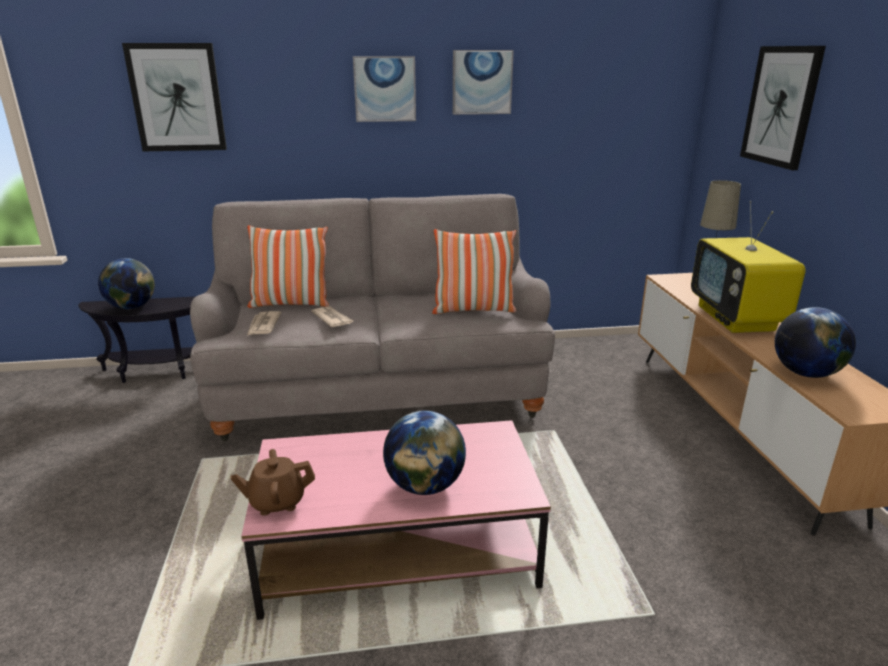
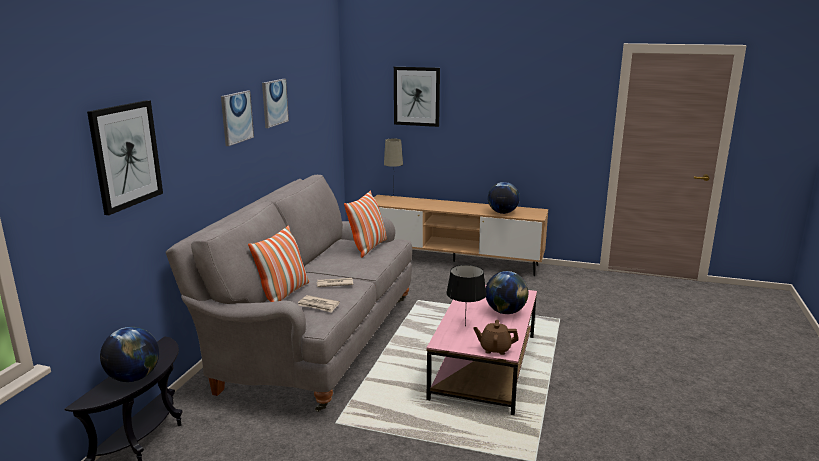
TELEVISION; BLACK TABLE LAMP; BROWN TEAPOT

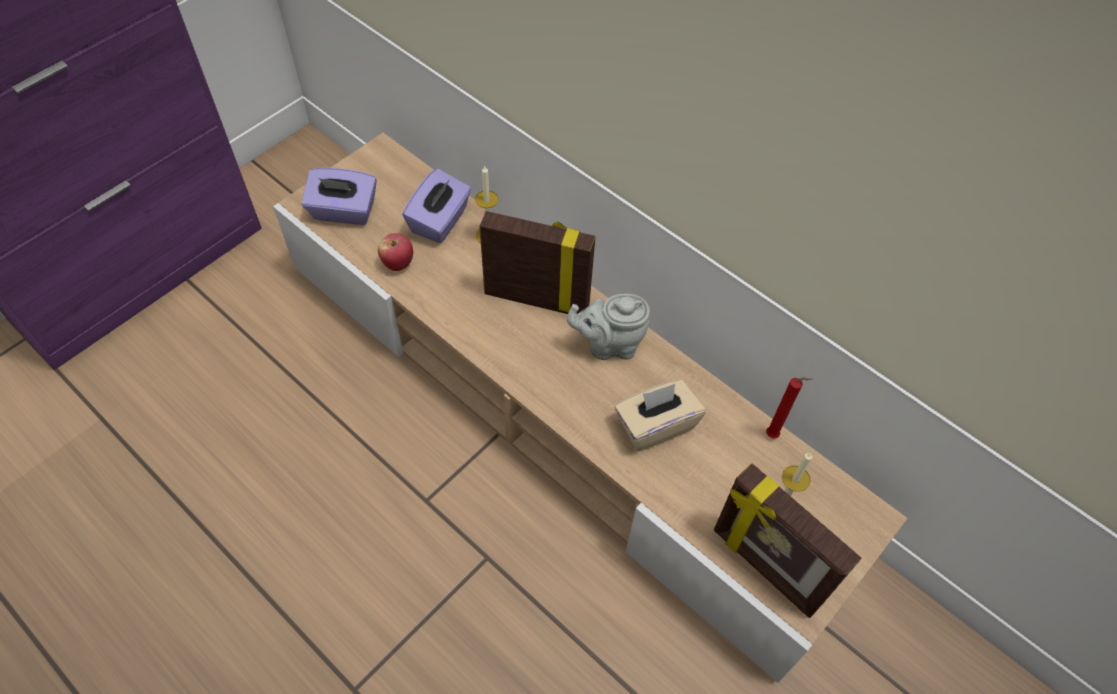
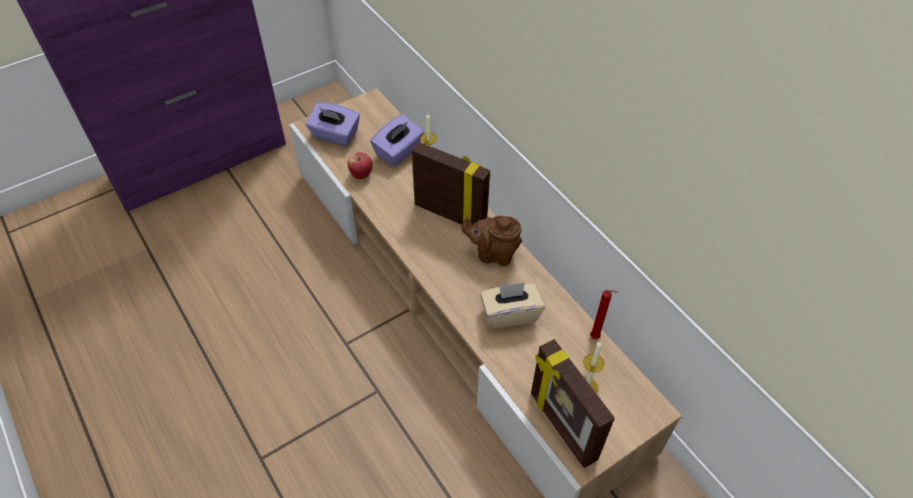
BROWN TEAPOT

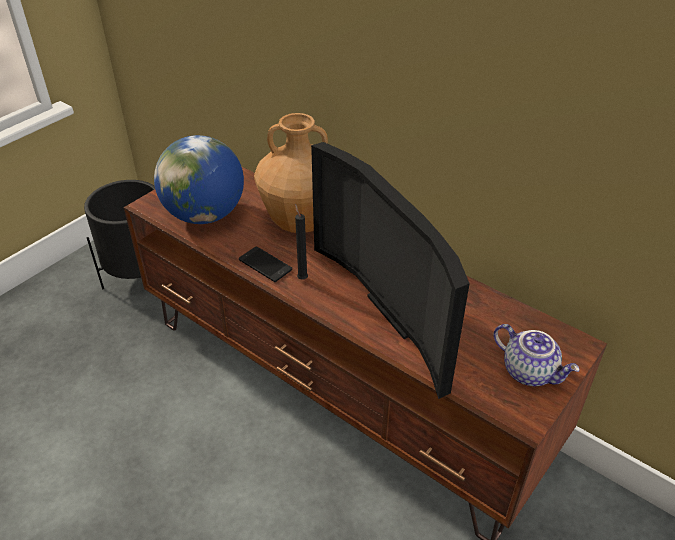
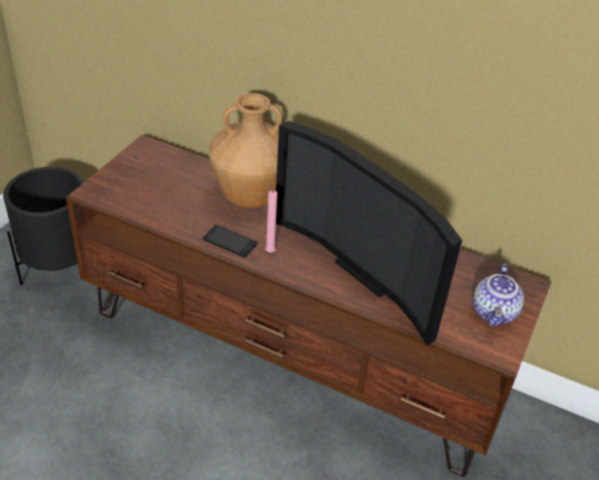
GLOBE; PINK CANDLE; TEAPOT

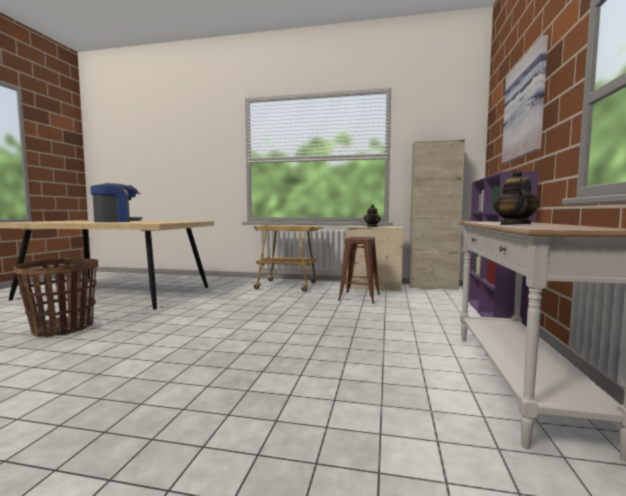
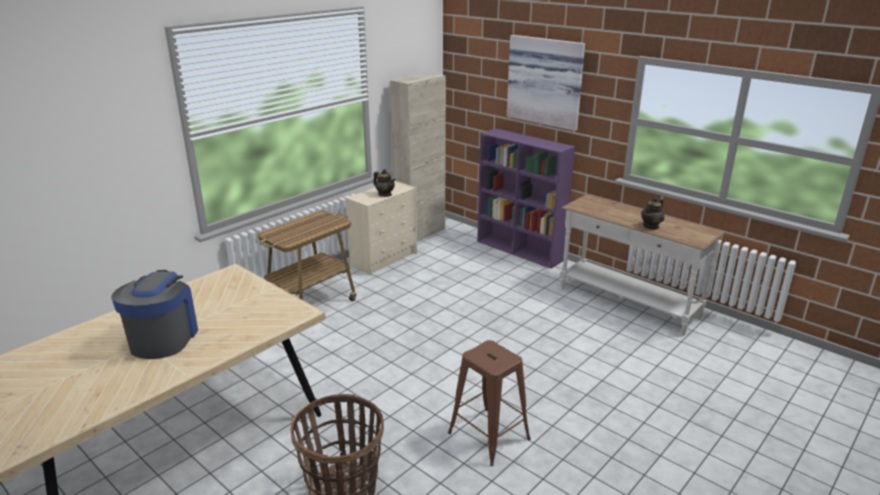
BROWN STOOL; TEAPOT (no. 2 from left)

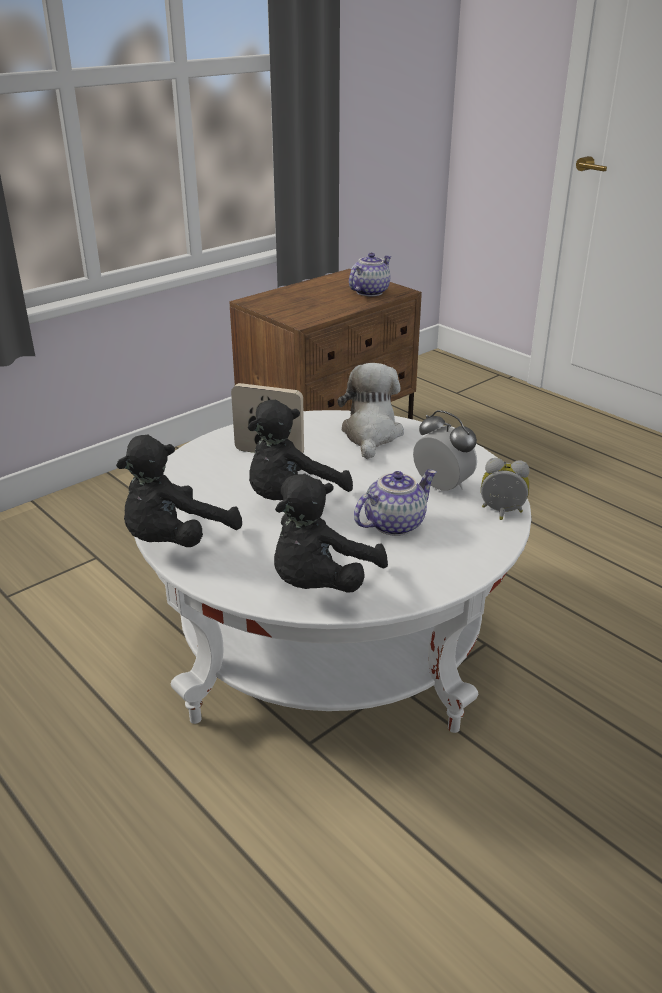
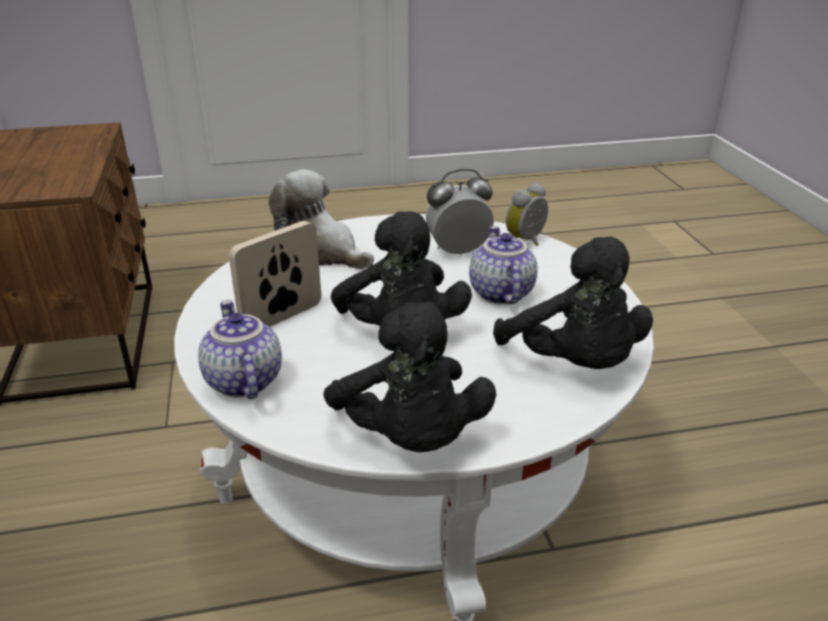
TEAPOT (no. 1 from left)

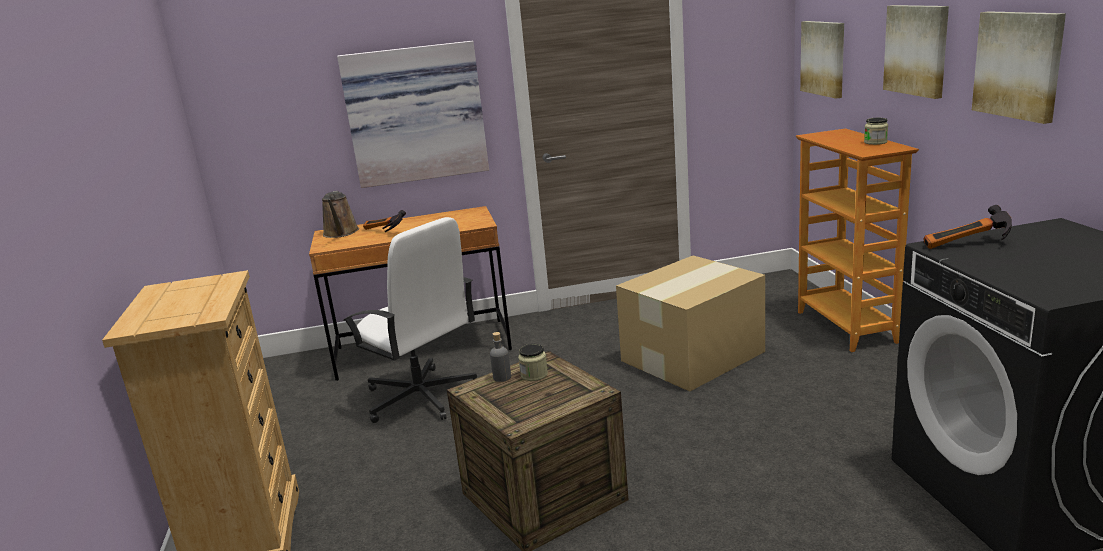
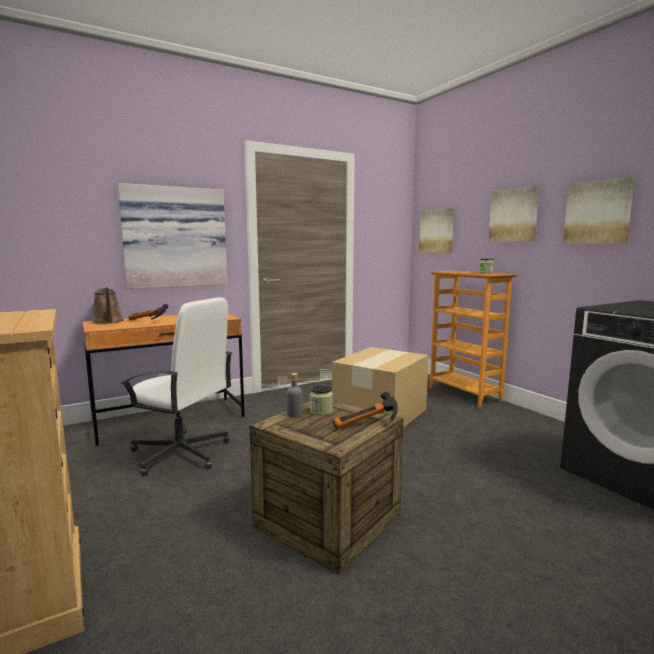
HAMMER (no. 2 from left)

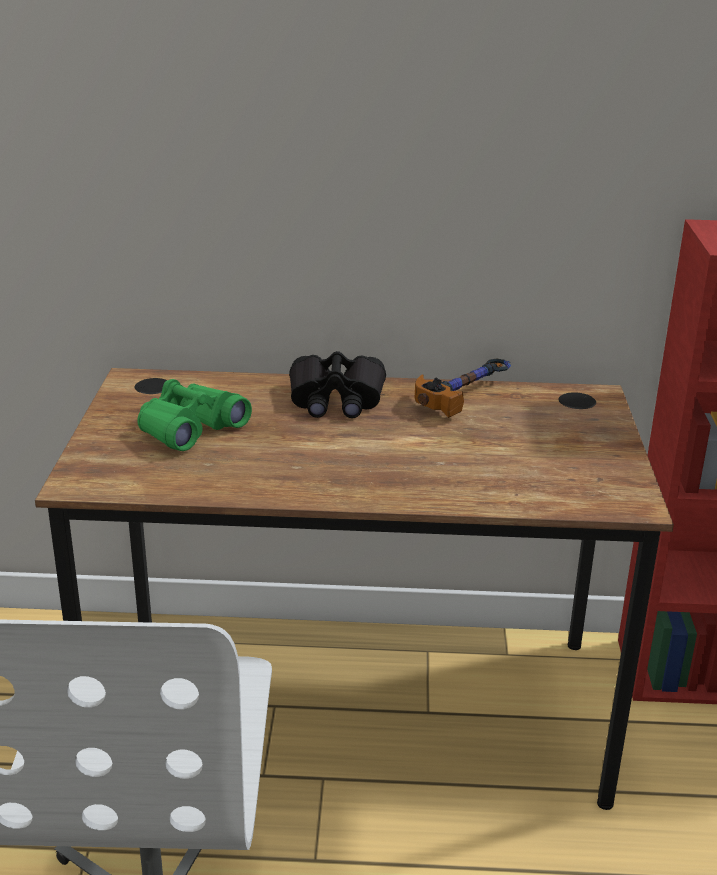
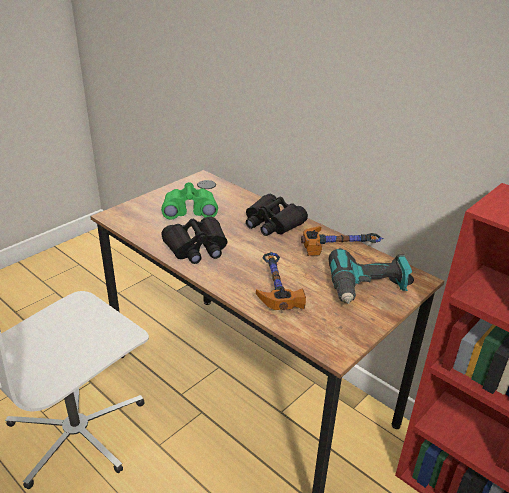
BLACK BINOCULARS (no. 1 from left); HAMMER (no. 1 from left); POWER DRILL

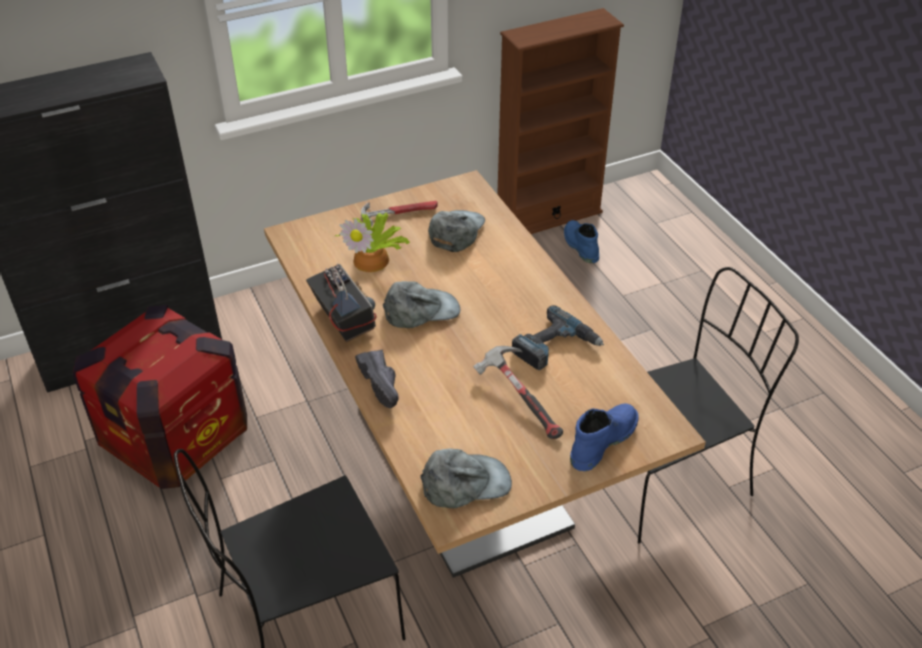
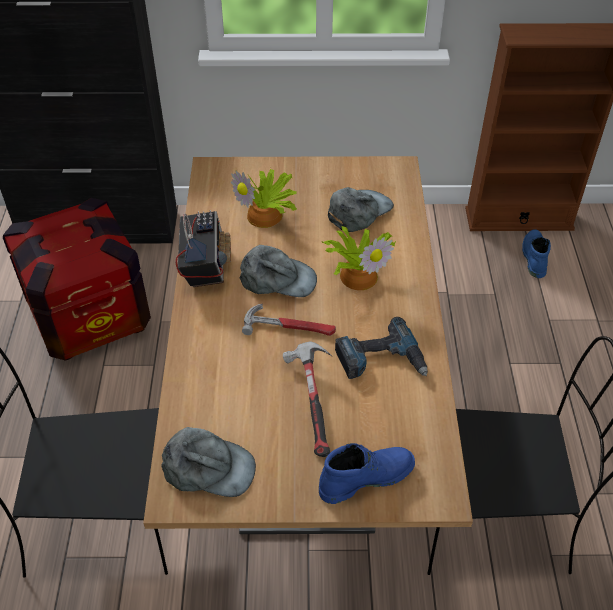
BLACK SHOE; POTTED PLANT (no. 2 from left); HAMMER (no. 1 from left)

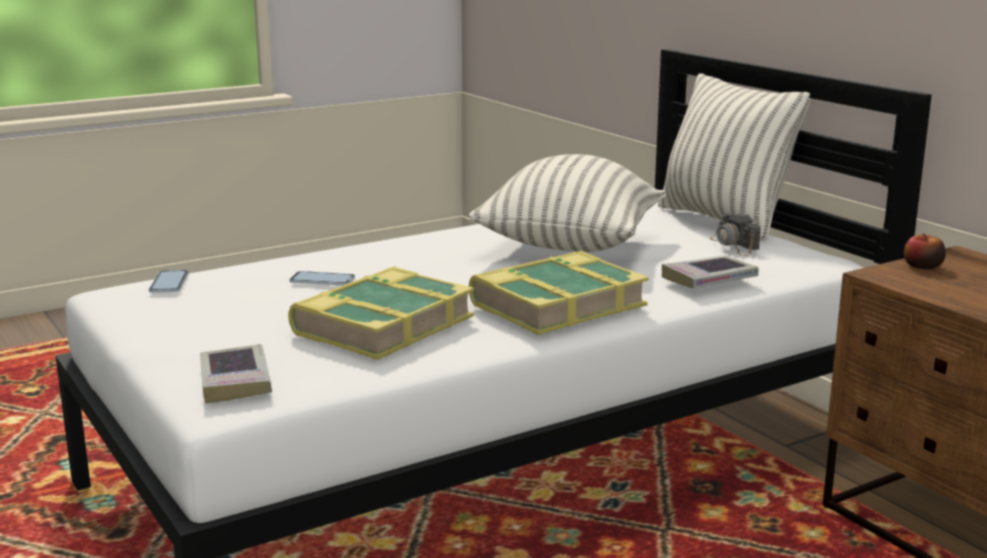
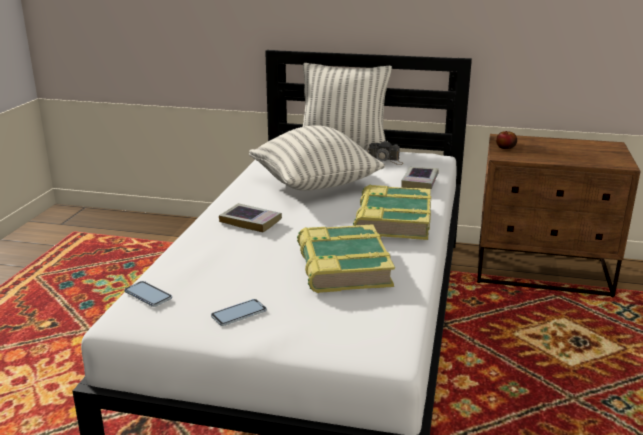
BOOK (no. 1 from left); PHONE (no. 2 from left)

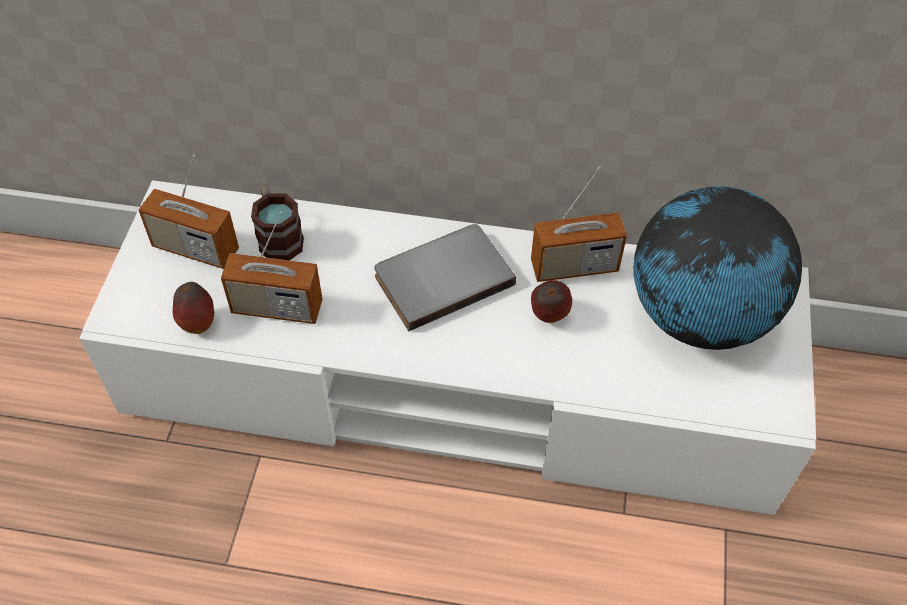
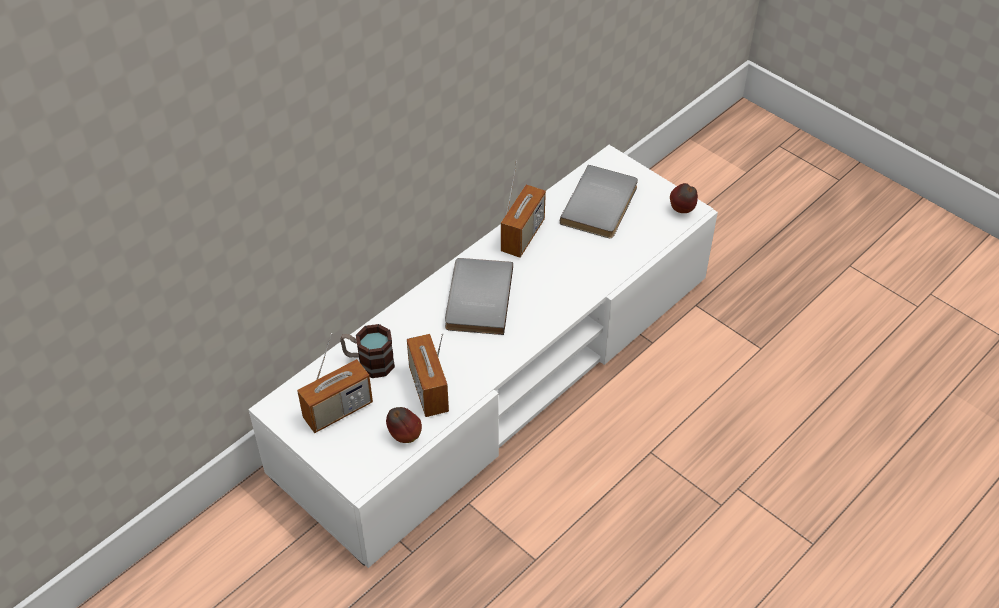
APPLE (no. 2 from left); GREY BOOK (no. 2 from left); RADIO (no. 2 from left)

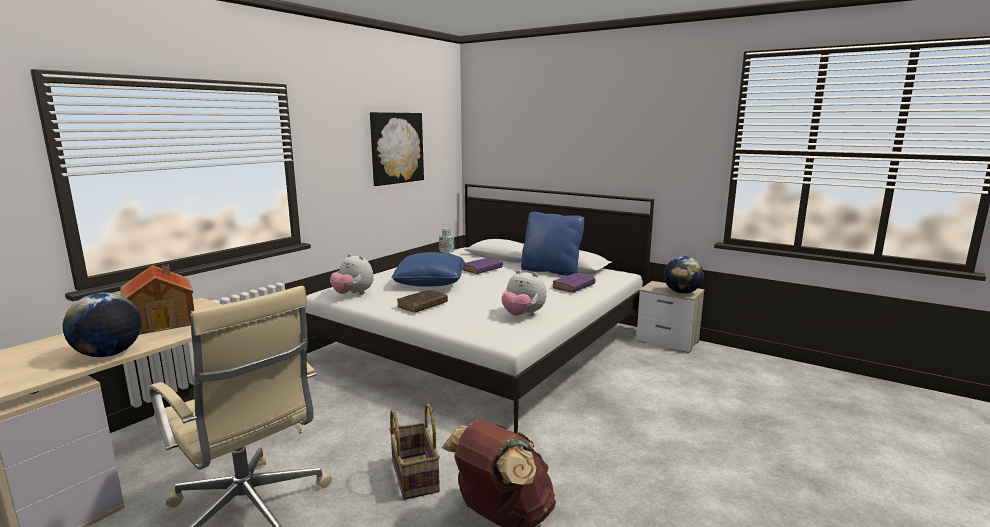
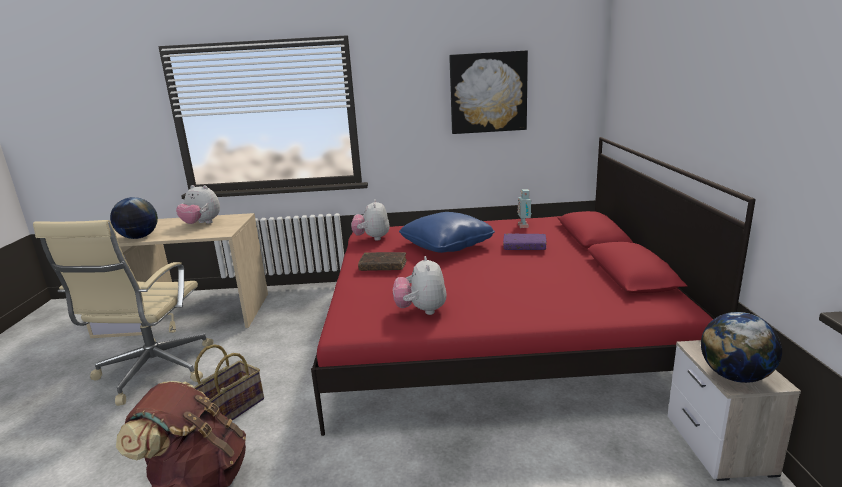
BLUE PILLOW (no. 2 from left in the first image); PURPLE BOOK (no. 2 from left in the first image); PLUSH TOY (no. 1 from left); RED BED

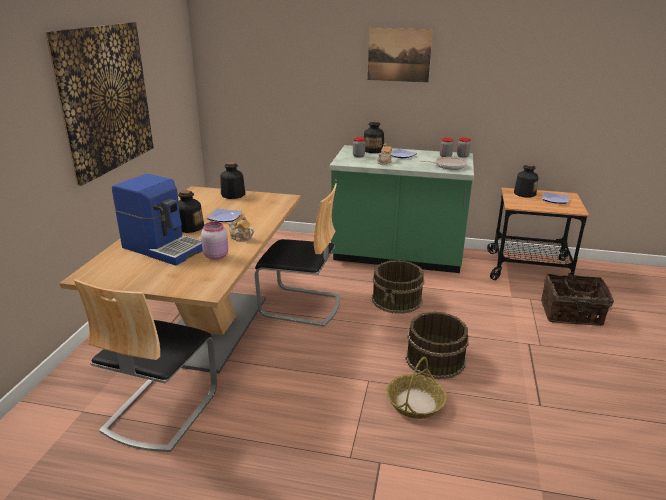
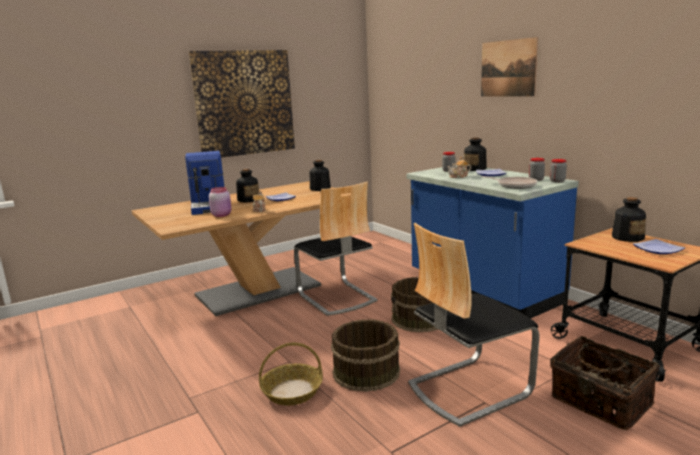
CHAIR (no. 2 from left); BLUE COUNTER

